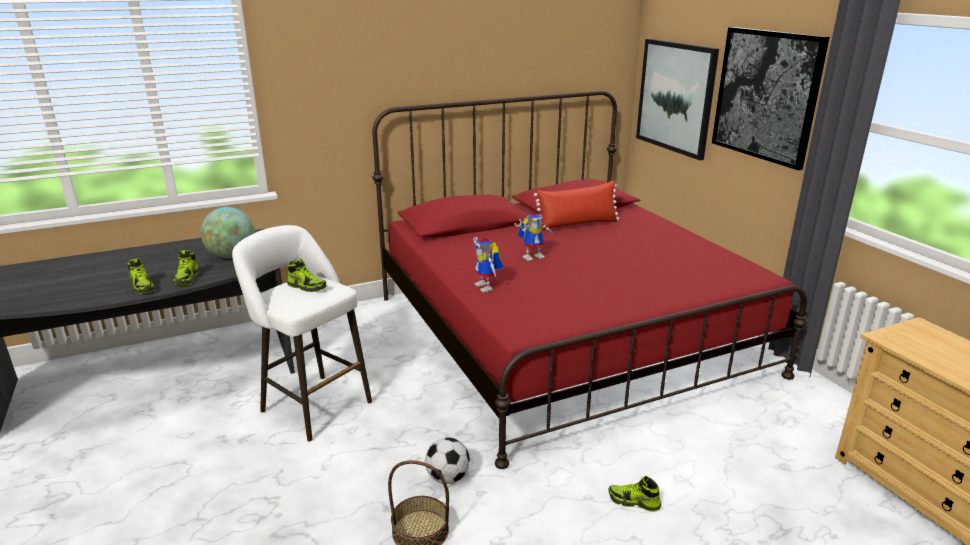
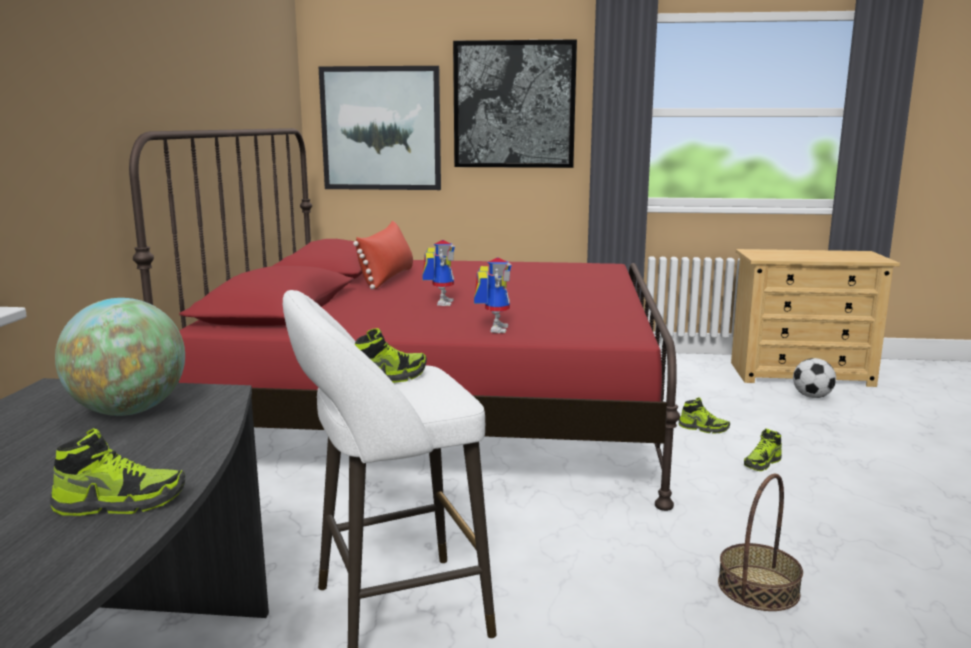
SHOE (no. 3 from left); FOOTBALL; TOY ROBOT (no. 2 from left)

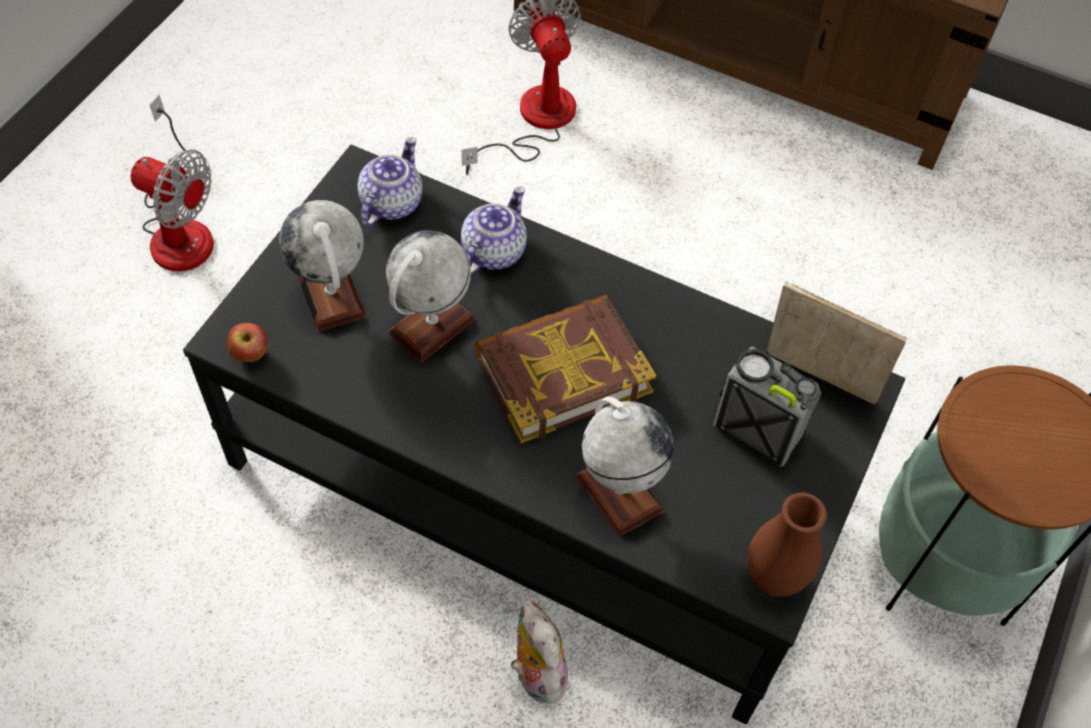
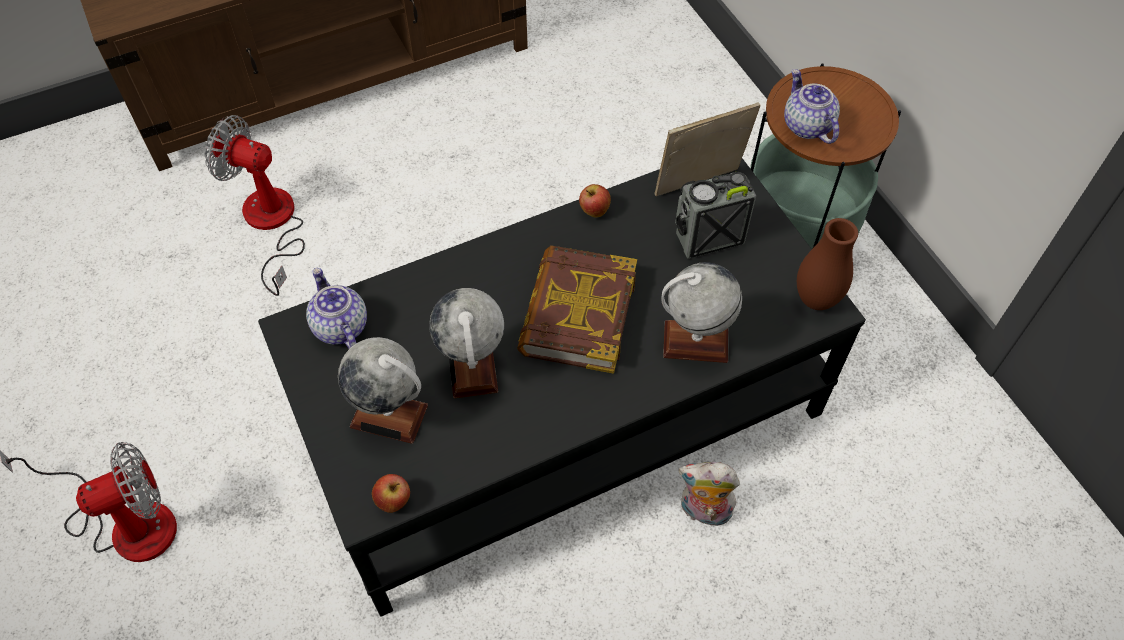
APPLE (no. 2 from left); TEAPOT (no. 2 from left)

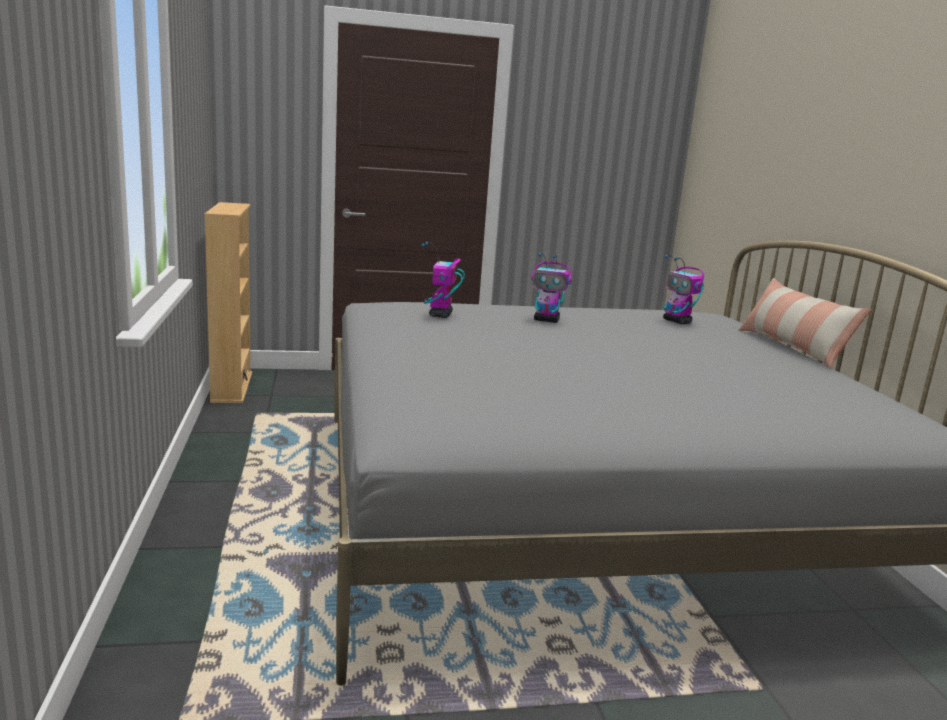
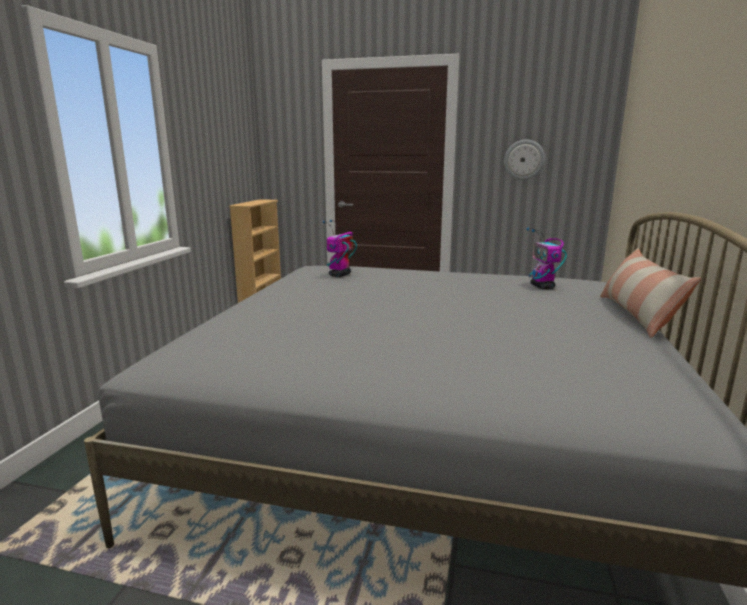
TOY ROBOT (no. 2 from left in the first image); WALL CLOCK

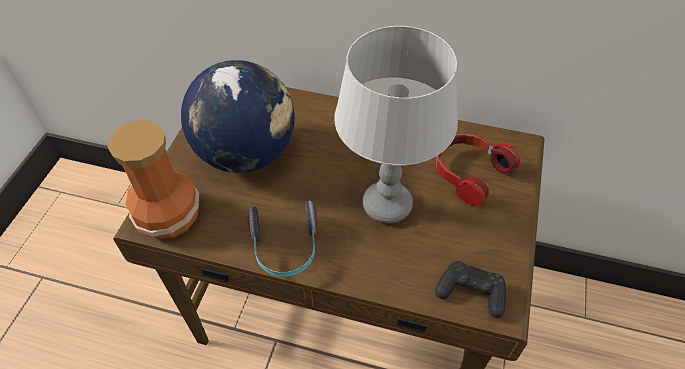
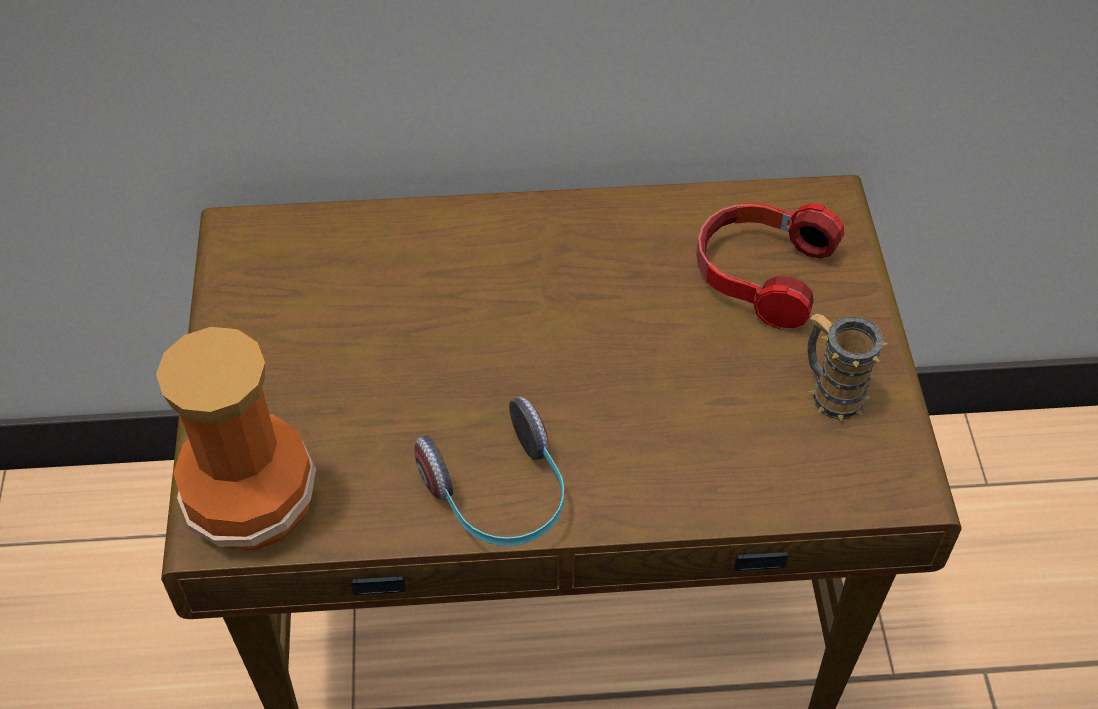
GLOBE; GREY TABLE LAMP; BLACK GAME CONTROLLER; MUG

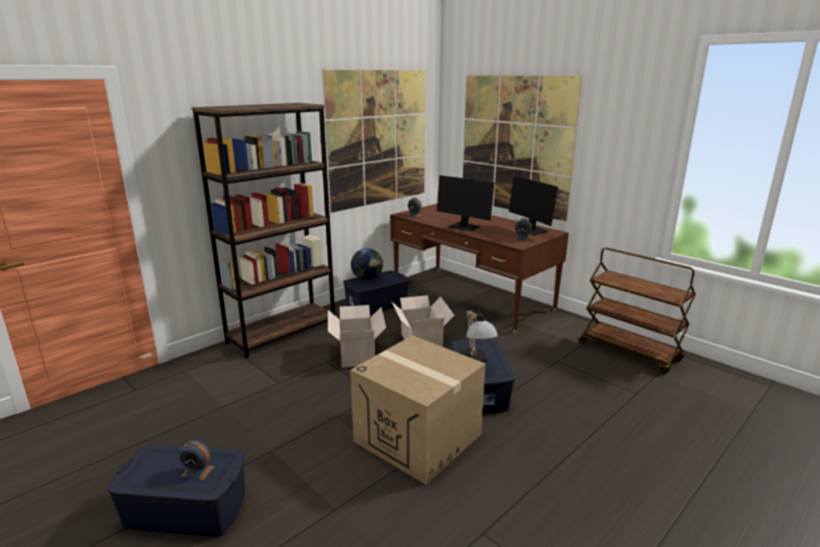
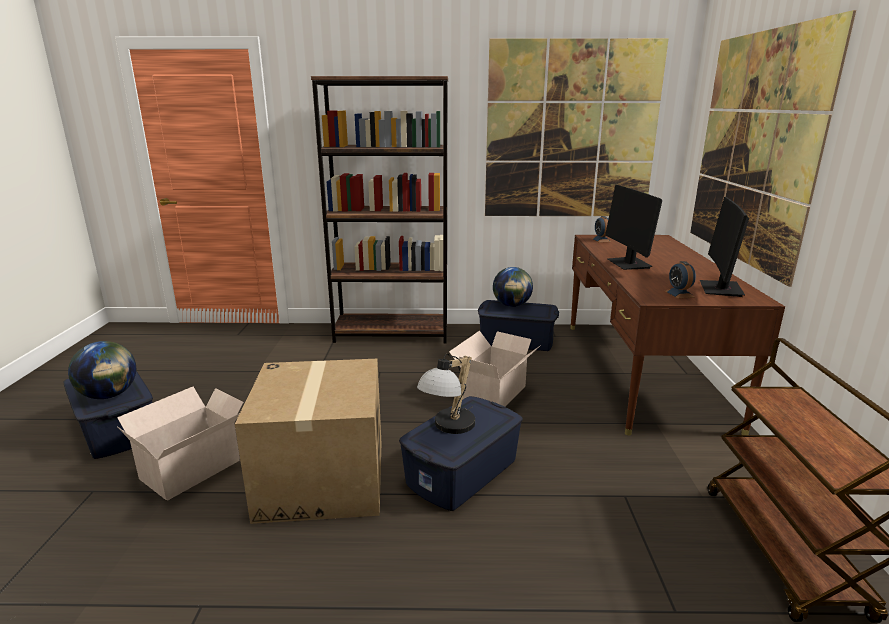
CARDBOARD BOX (no. 1 from left); GLOBE (no. 1 from left)

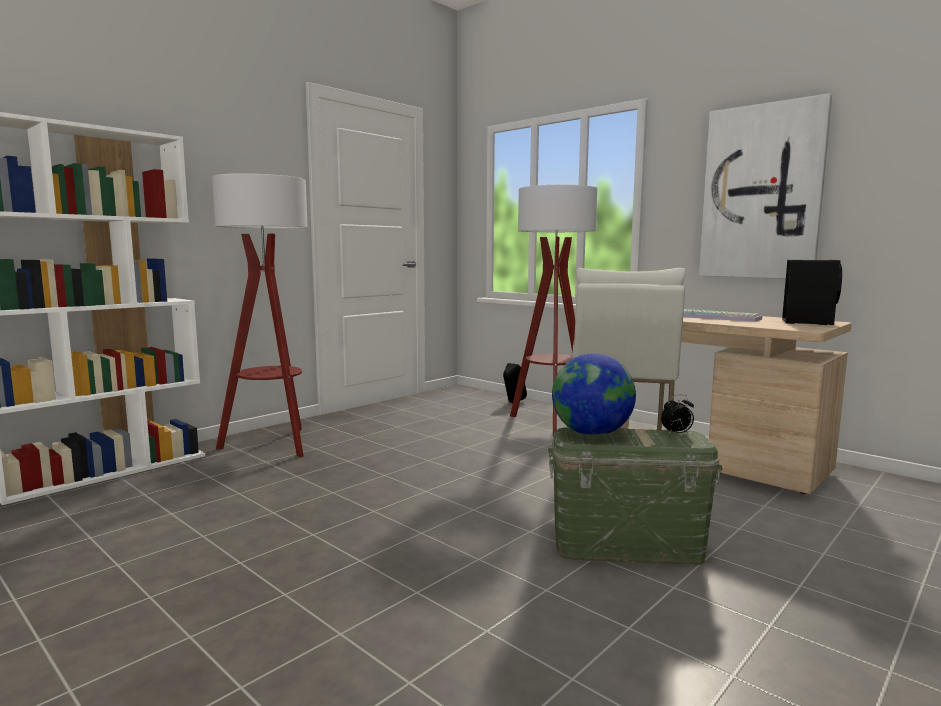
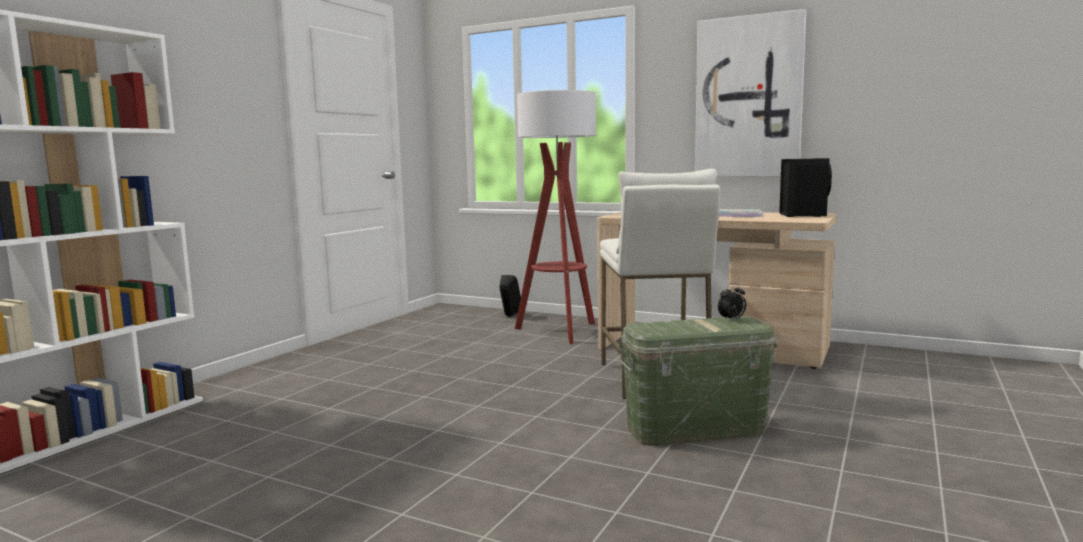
FLOOR LAMP (no. 1 from left in the first image); GLOBE

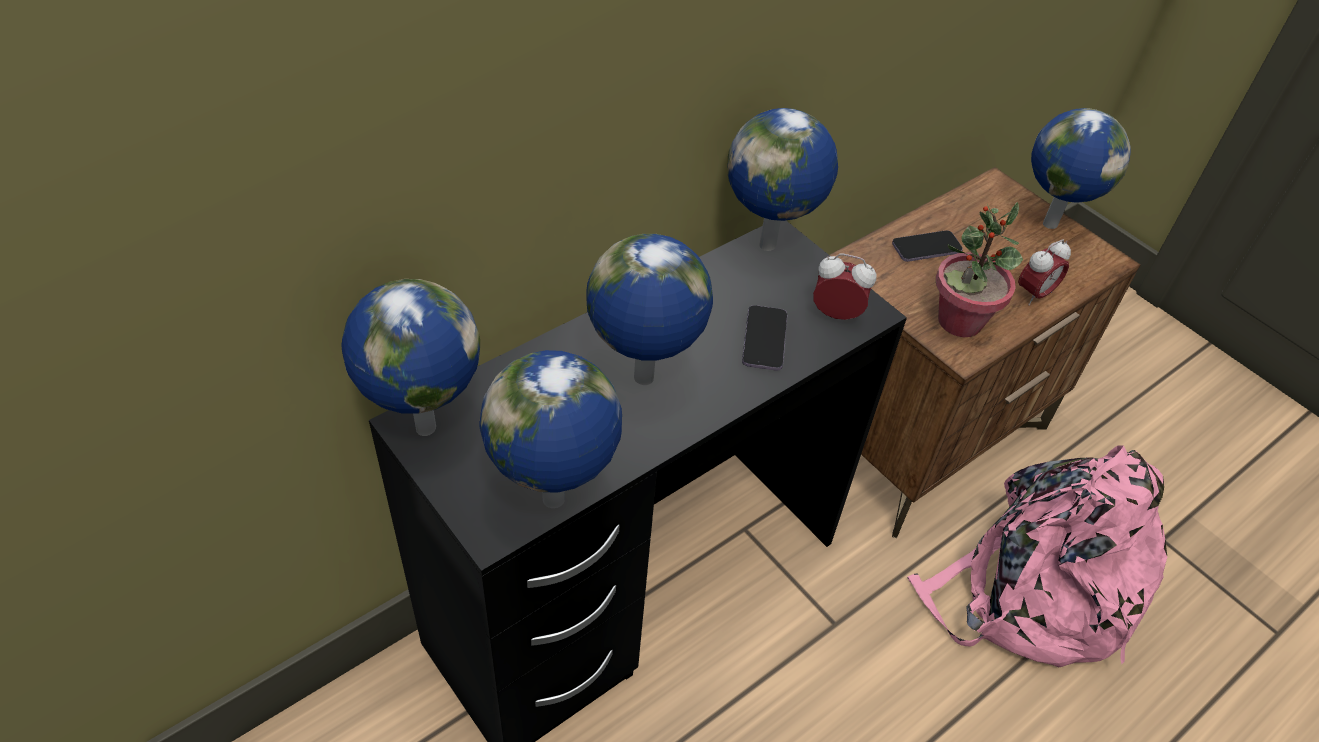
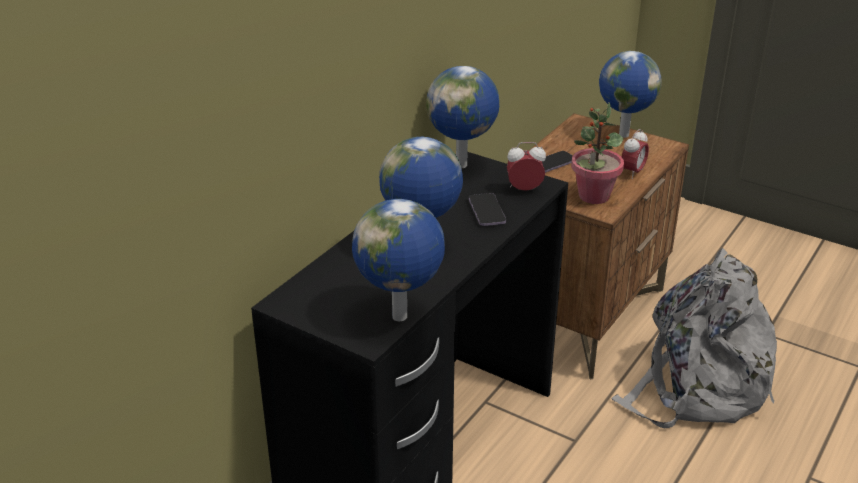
GLOBE (no. 1 from left in the first image); GREY BACKPACK

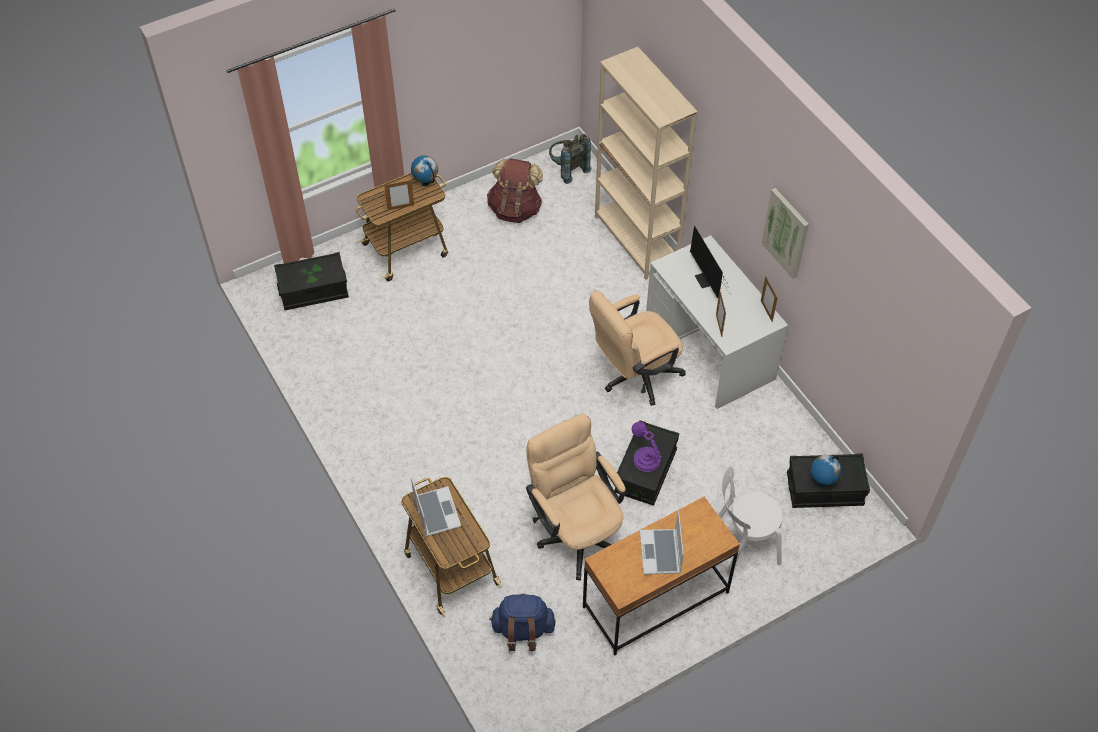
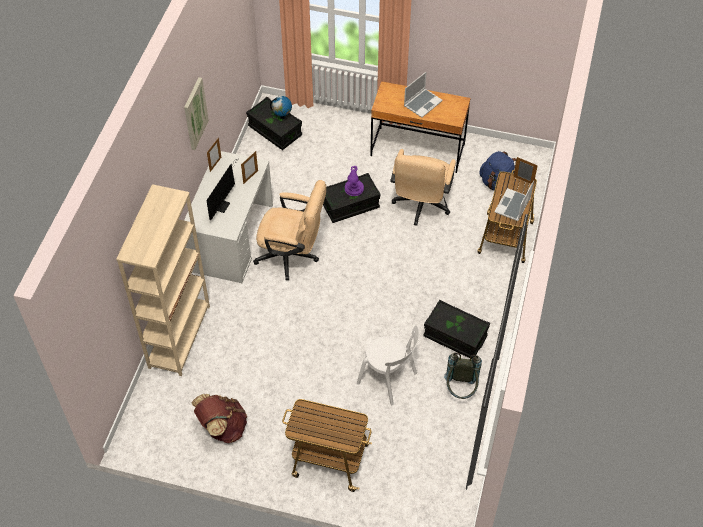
GLOBE (no. 1 from left in the first image); BLACK STORAGE BOX (no. 3 from left); PICTURE FRAME (no. 3 from left); GREY BACKPACK; WHITE CHAIR

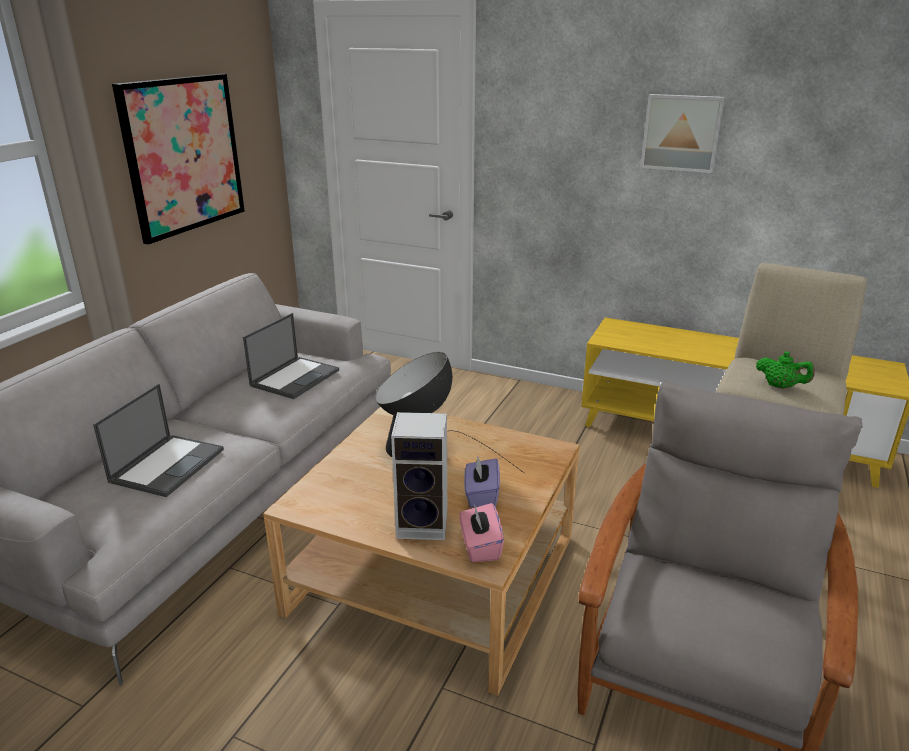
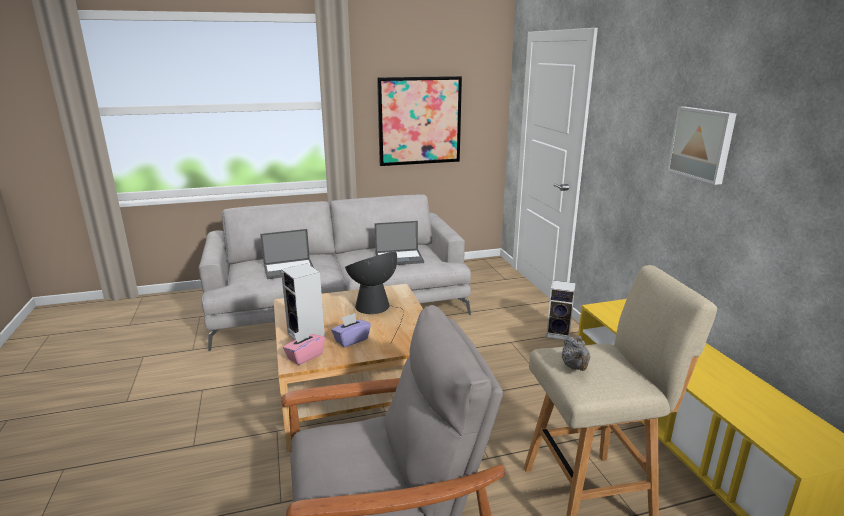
SPEAKER (no. 2 from left); GREY TEAPOT

